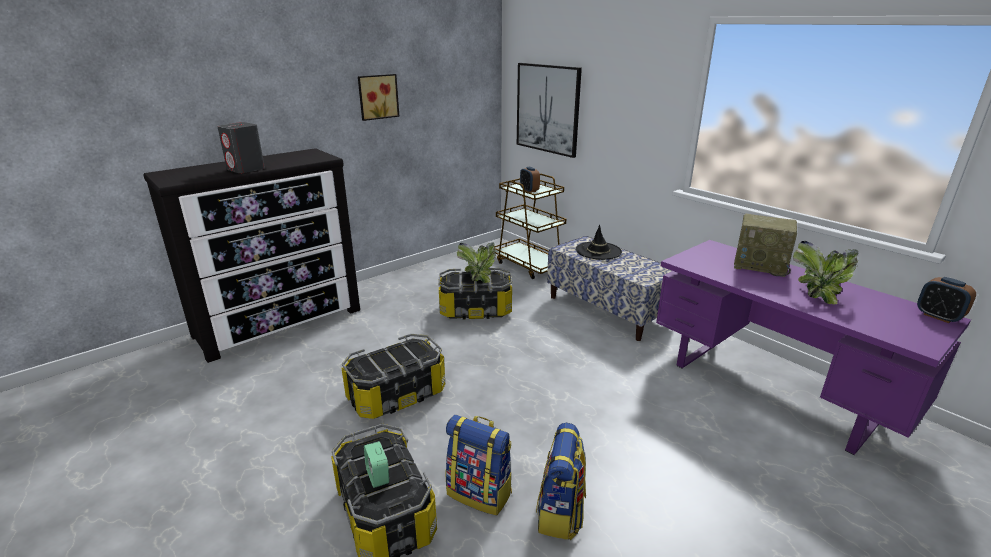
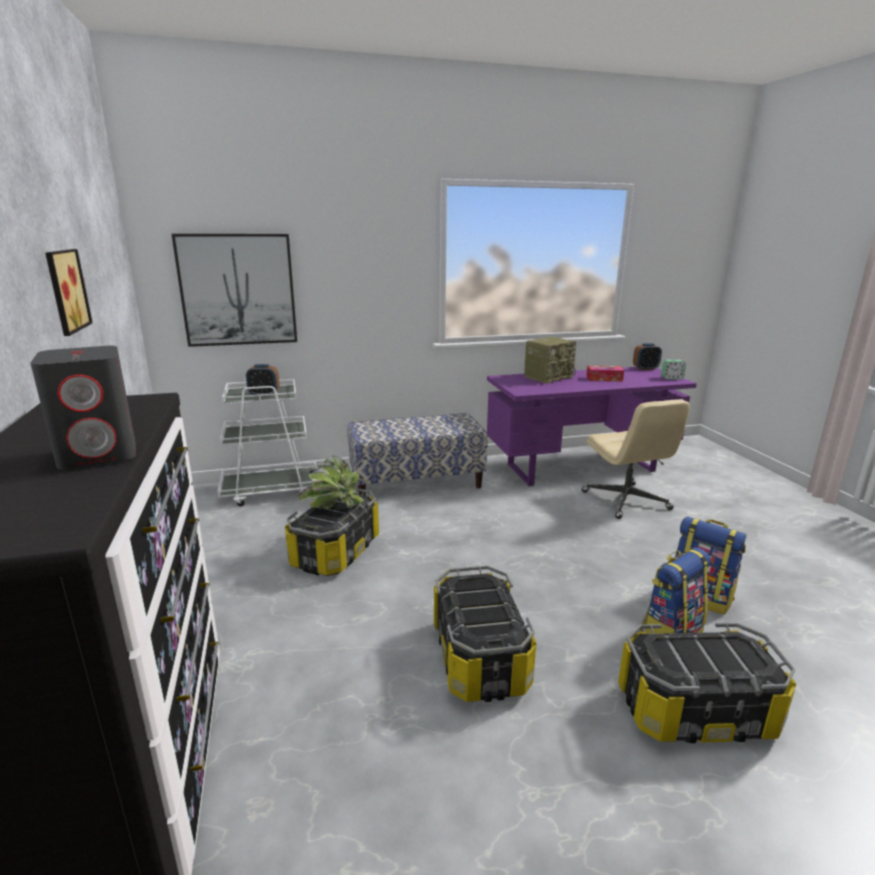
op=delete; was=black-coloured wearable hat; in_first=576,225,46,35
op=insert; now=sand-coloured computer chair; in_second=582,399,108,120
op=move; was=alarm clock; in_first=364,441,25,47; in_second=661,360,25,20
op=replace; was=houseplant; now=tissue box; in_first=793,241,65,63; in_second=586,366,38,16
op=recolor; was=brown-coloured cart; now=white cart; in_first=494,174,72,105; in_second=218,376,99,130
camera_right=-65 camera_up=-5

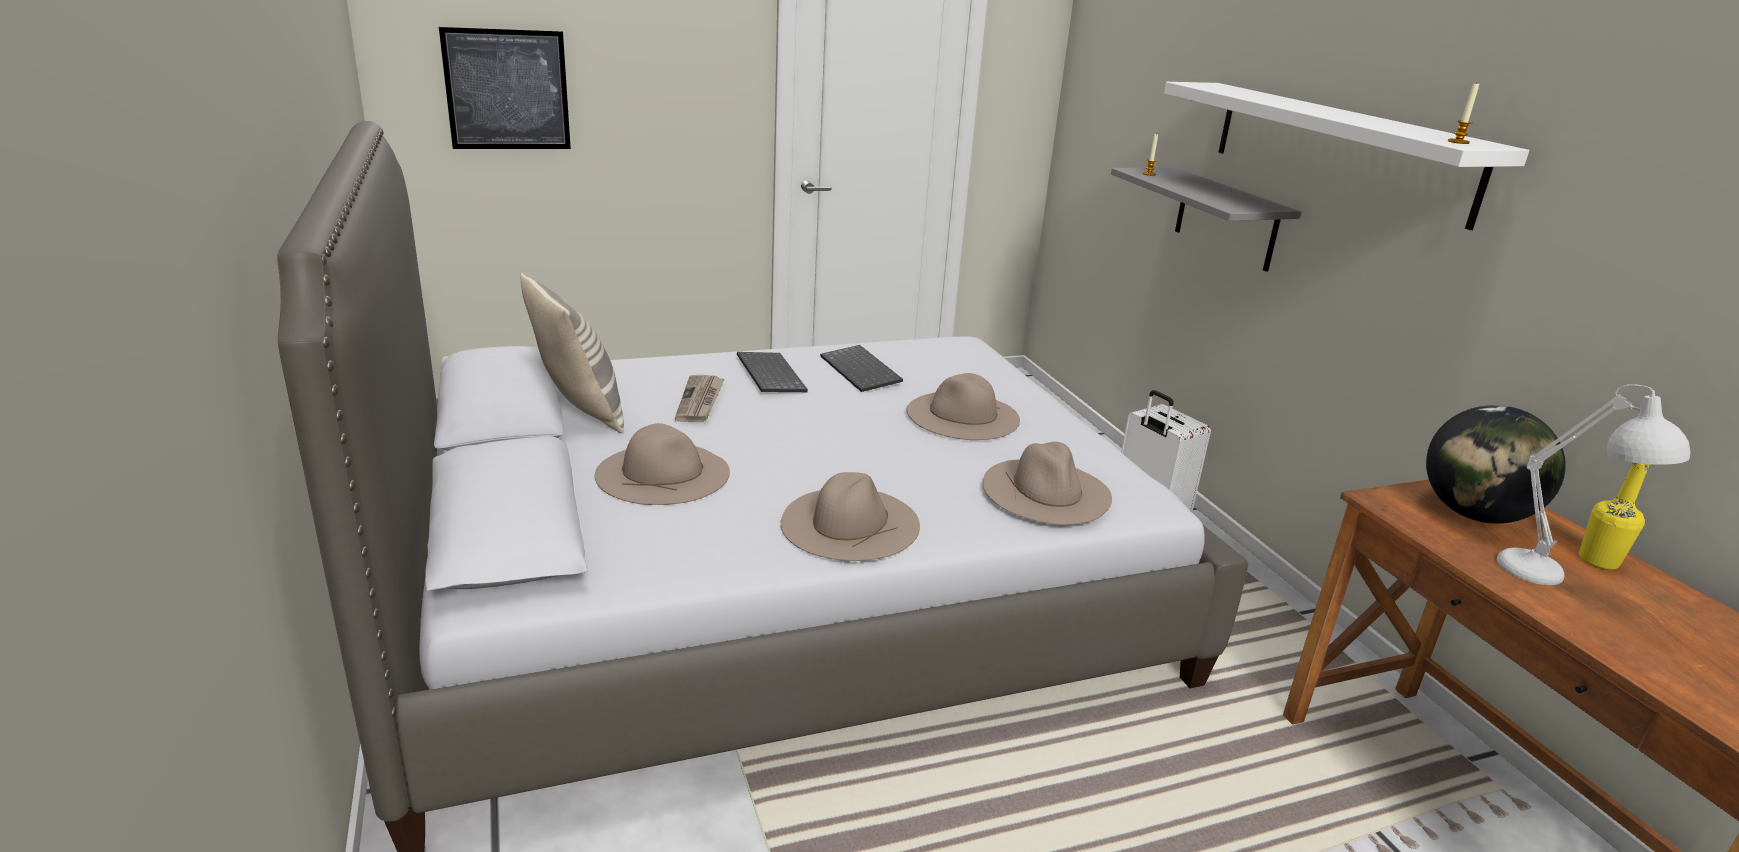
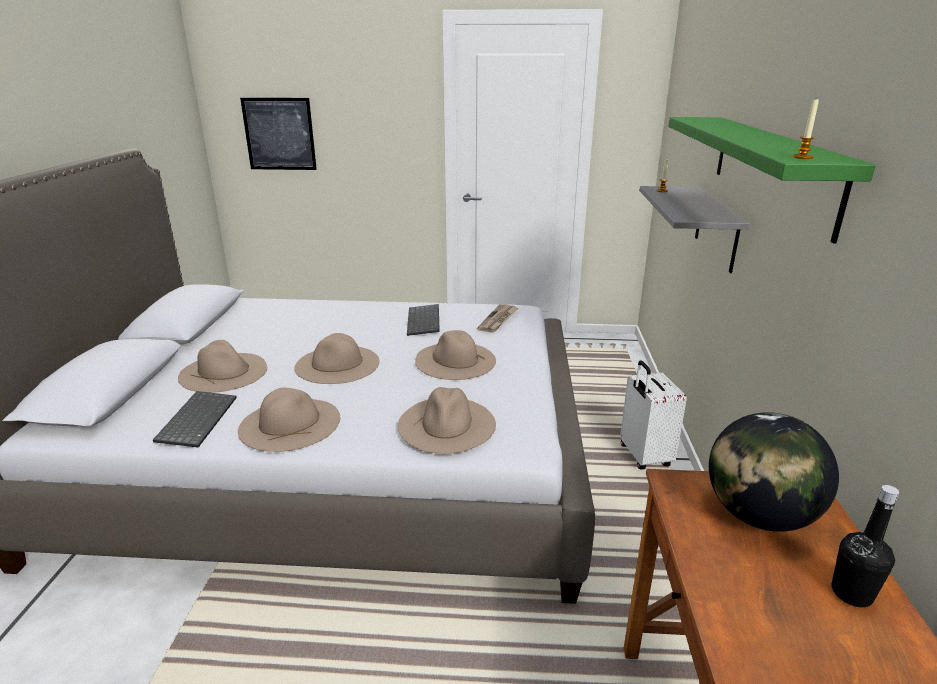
op=delete; was=pillow; in_first=520,273,104,160
op=delete; was=white table lamp; in_first=1496,384,194,201
op=insert; now=sand-coloured wearable hat; in_second=294,333,85,51
op=move; was=printed paper; in_first=675,375,49,47; in_second=477,304,42,29
op=move; was=computer keyboard; in_first=737,352,71,40; in_second=153,391,84,56
op=recolor; was=white wall shelf; now=green wall shelf; in_first=1164,82,365,148; in_second=668,117,208,127
op=recolor; was=yellow-coloured beverage bottle; now=black-coloured beverage bottle; in_first=1579,463,71,107; in_second=831,485,69,122
camera_right=25 camera_up=0

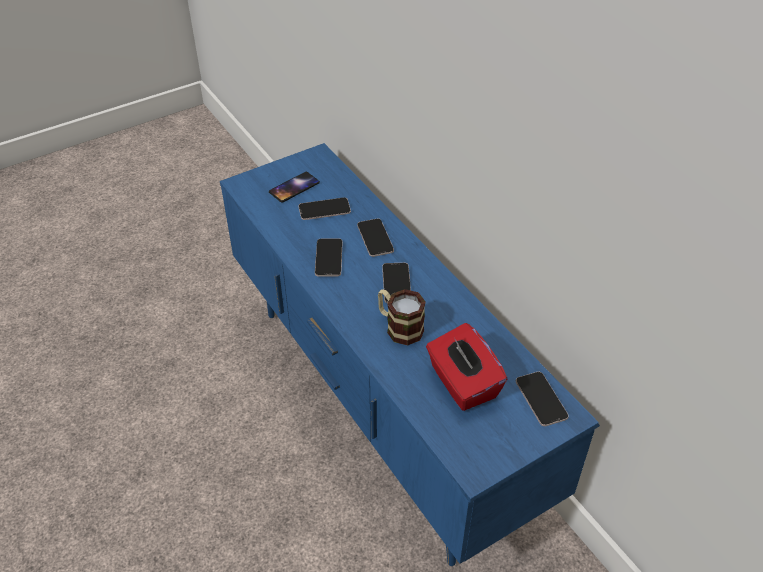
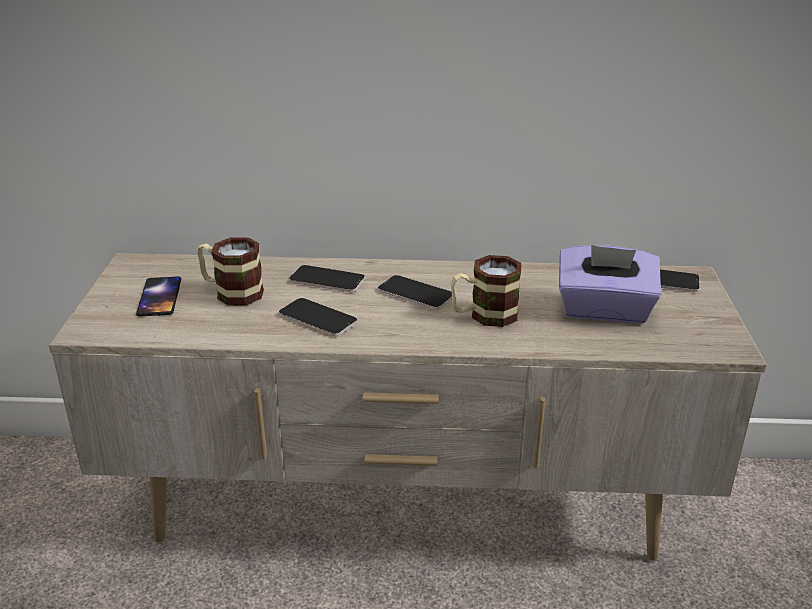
op=replace; was=phone; now=mug; in_first=298,197,53,23; in_second=197,238,67,67
op=recolor; was=blue tv stand; now=sand-coloured tv stand; in_first=220,143,380,423; in_second=49,253,718,308
op=recolor; was=reddish tissue box; now=purple tissue box; in_first=426,323,81,88; in_second=559,245,102,78
camera_right=-55 camera_up=-15

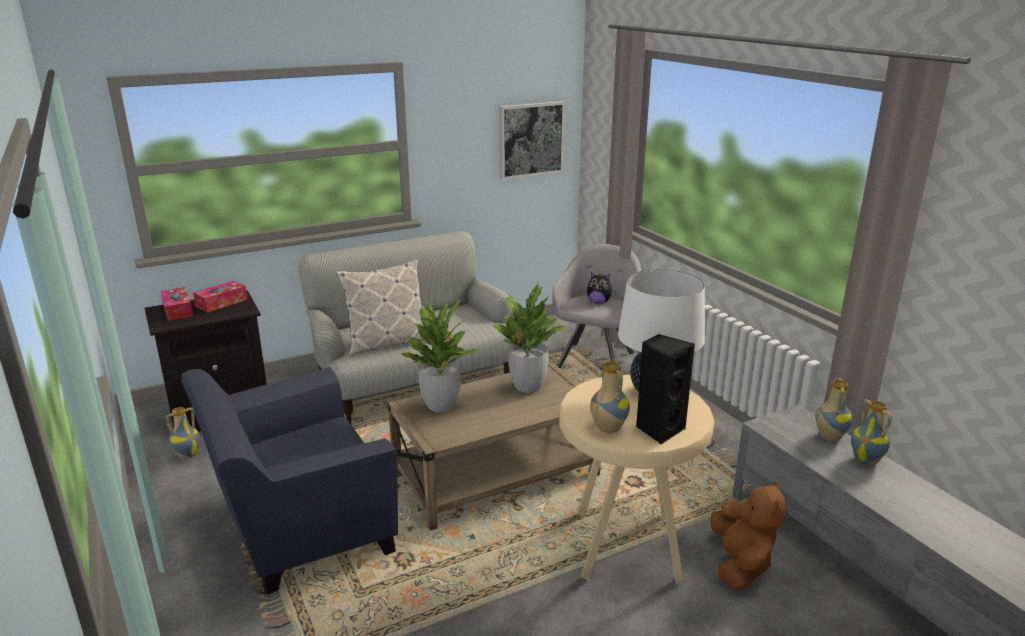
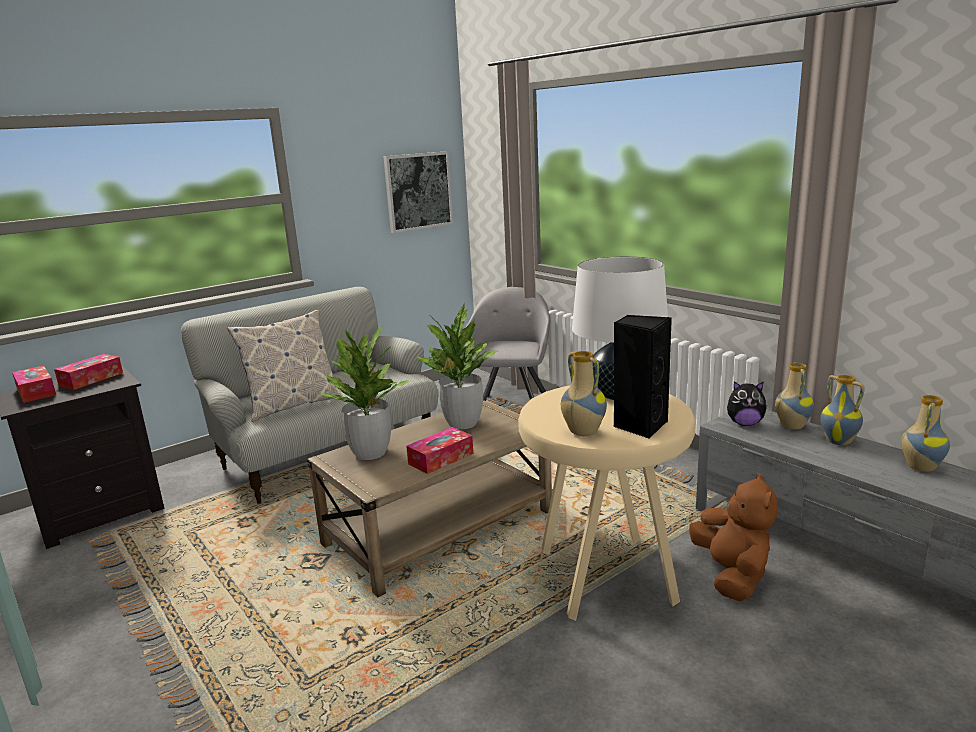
op=delete; was=blue easy chair; in_first=181,367,217,228
op=insert; now=tissue box; in_second=406,427,68,47
op=move; was=decorative vase; in_first=165,407,35,52; in_second=901,395,49,77
op=move; was=cuddly toy; in_first=587,272,29,32; in_second=727,381,40,45
camera_right=-10 camera_up=-5

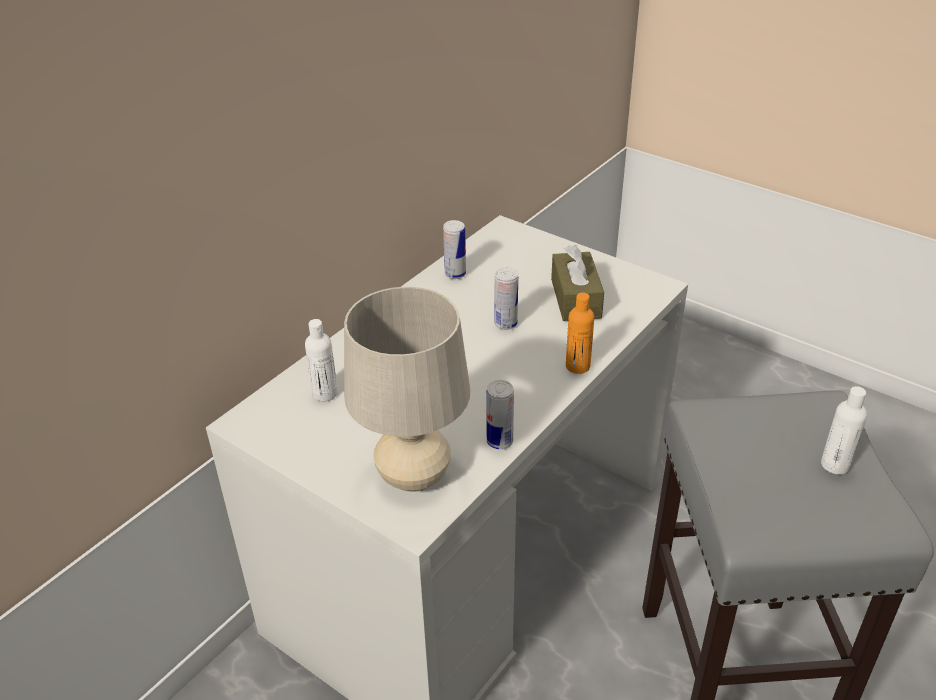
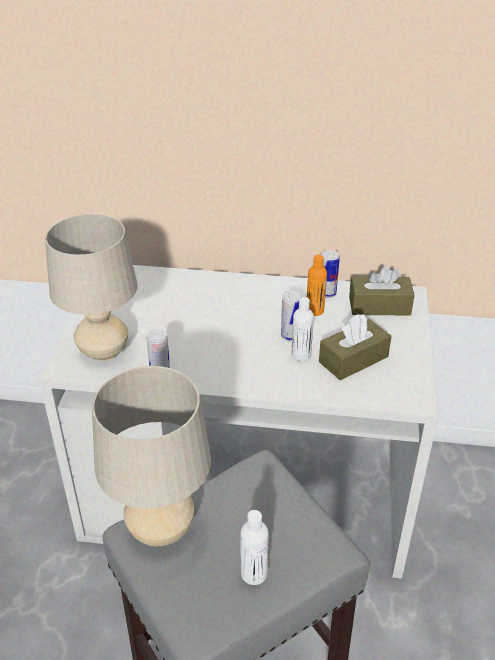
op=insert; now=sand-coloured table lamp; in_second=92,366,119,180
op=insert; now=brown-coloured tissue box; in_second=349,266,65,49
op=move; was=white beverage bottle; in_first=305,319,33,82; in_second=291,297,23,64
op=move; was=orangey beverage bottle; in_first=566,292,28,82; in_second=307,255,20,61
camera_right=60 camera_up=0

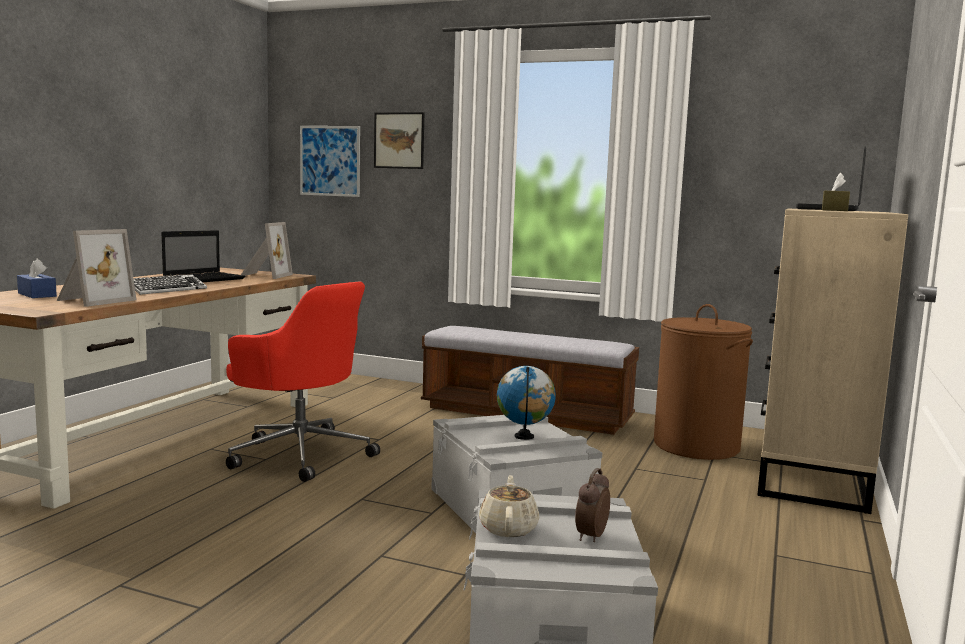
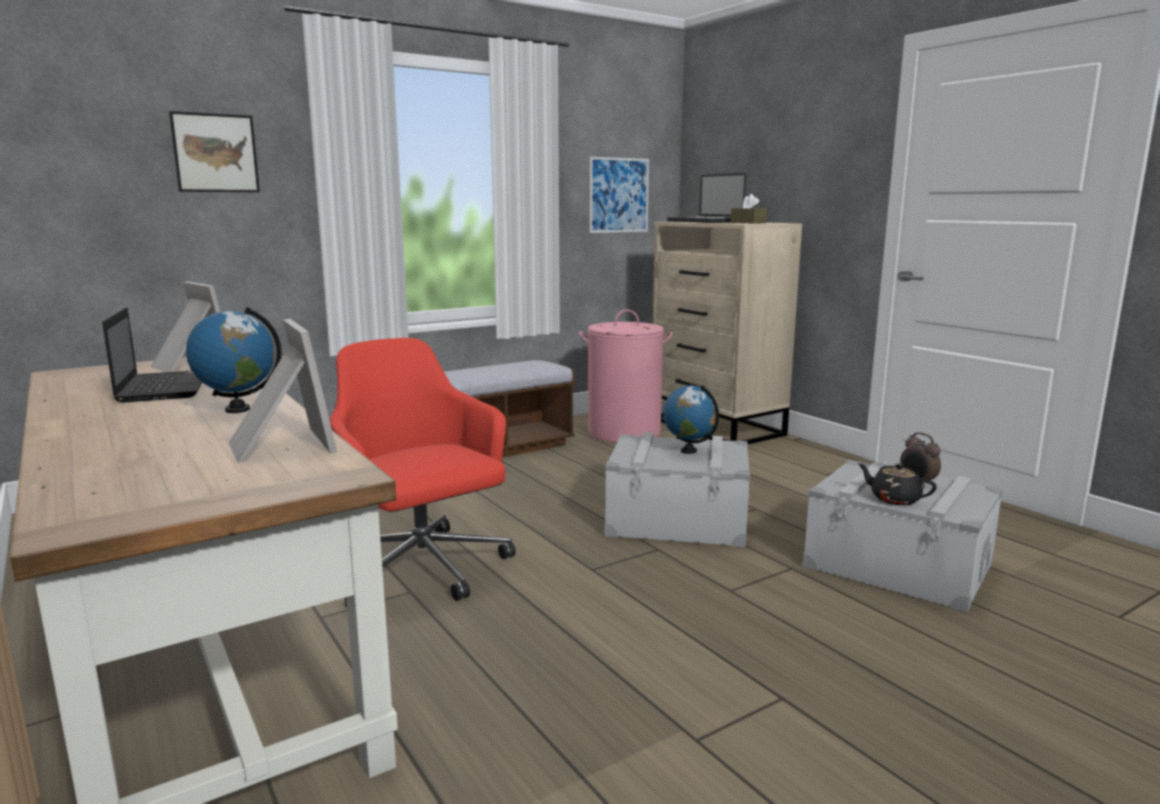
op=delete; was=blue tissue box; in_first=17,259,40,39
op=move; was=wall picture; in_first=300,126,60,71; in_second=589,157,60,76
op=replace; was=computer keyboard; now=desk globe; in_first=134,274,73,21; in_second=186,307,96,106
op=recolor; was=sand-coloured teapot; now=black-coloured teapot; in_first=479,475,60,62; in_second=857,463,80,42
op=recolor; was=brown-coloured hamper; now=pinkish hamper; in_first=654,304,99,156; in_second=579,309,94,134
op=rotate; was=reddish computer chair; in_first=226,282,154,200; in_second=330,338,186,270; clockwise=-105
camera_right=-55 camera_up=5

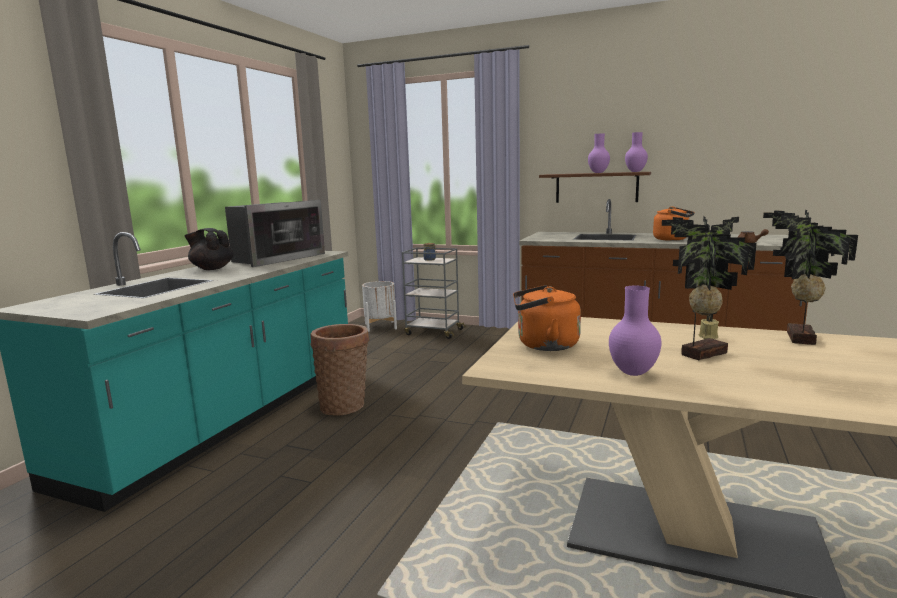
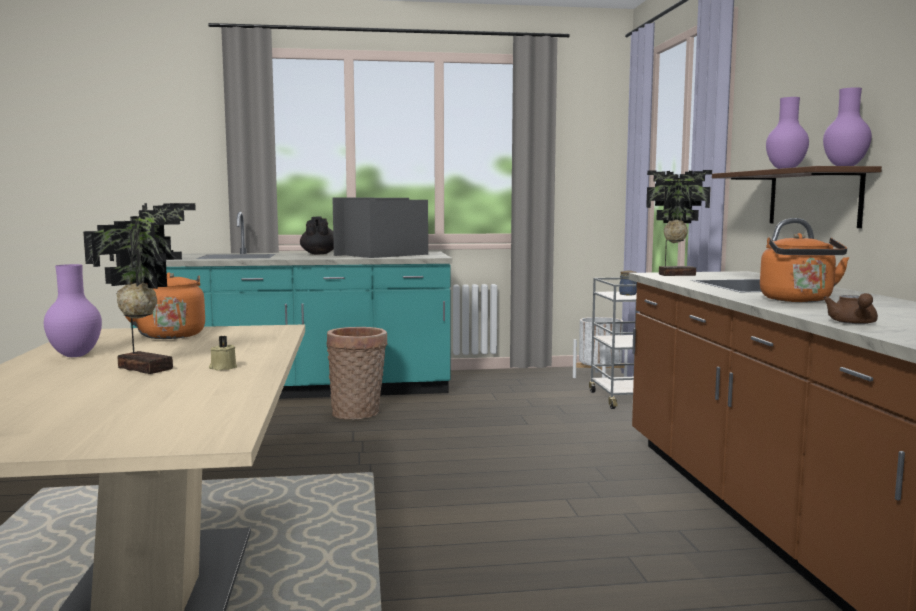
op=move; was=houseplant; in_first=763,210,95,135; in_second=646,170,66,106
op=rotate; was=microwave; in_first=225,200,100,67; in_second=332,198,96,60; clockwise=135
camera_right=60 camera_up=-5

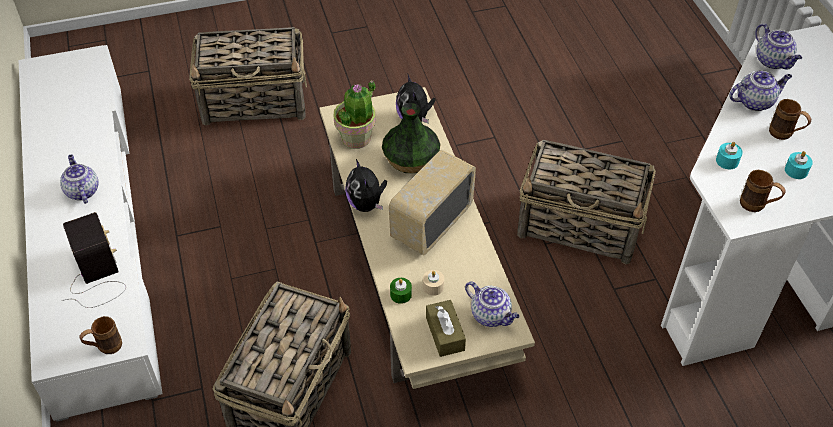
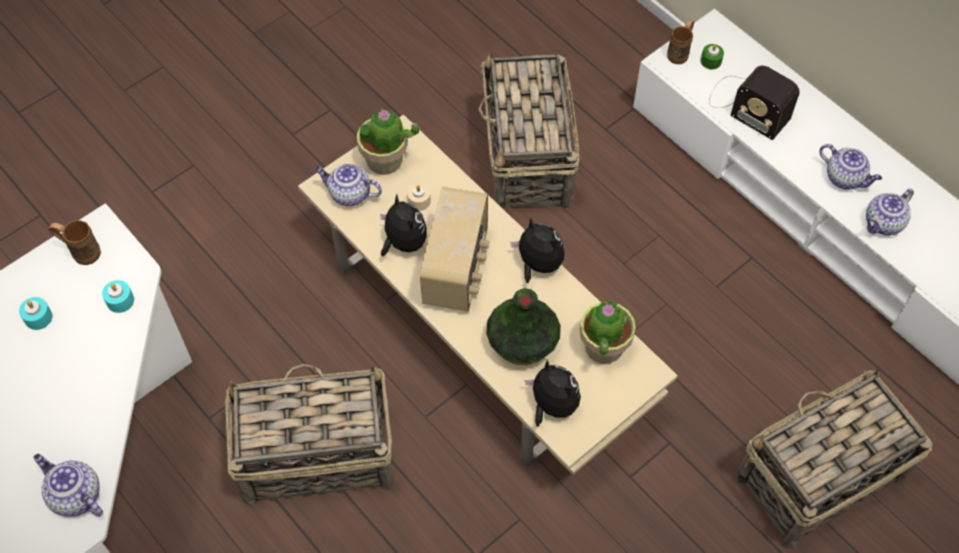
op=delete; was=brown-coloured mug; in_first=769,99,42,41
op=insert; now=cuddly toy; in_second=380,195,47,61
op=move; was=green wax light; in_first=390,278,22,26; in_second=701,44,23,25
op=move; was=teapot; in_first=729,70,63,41; in_second=866,188,48,48
op=replace; was=brown-coloured tissue box; now=houseplant; in_first=426,300,40,57; in_second=357,108,62,67
camera_right=155 camera_up=10

